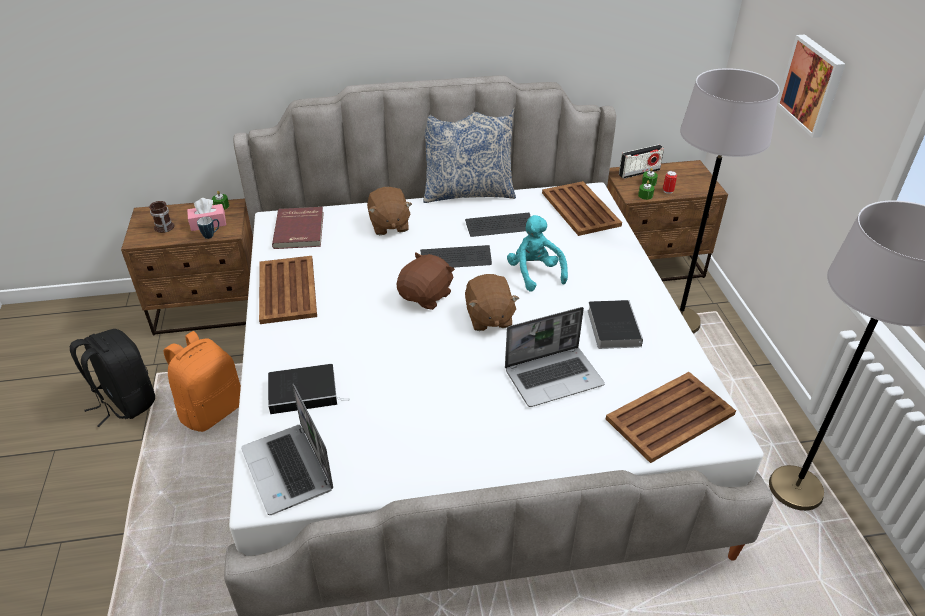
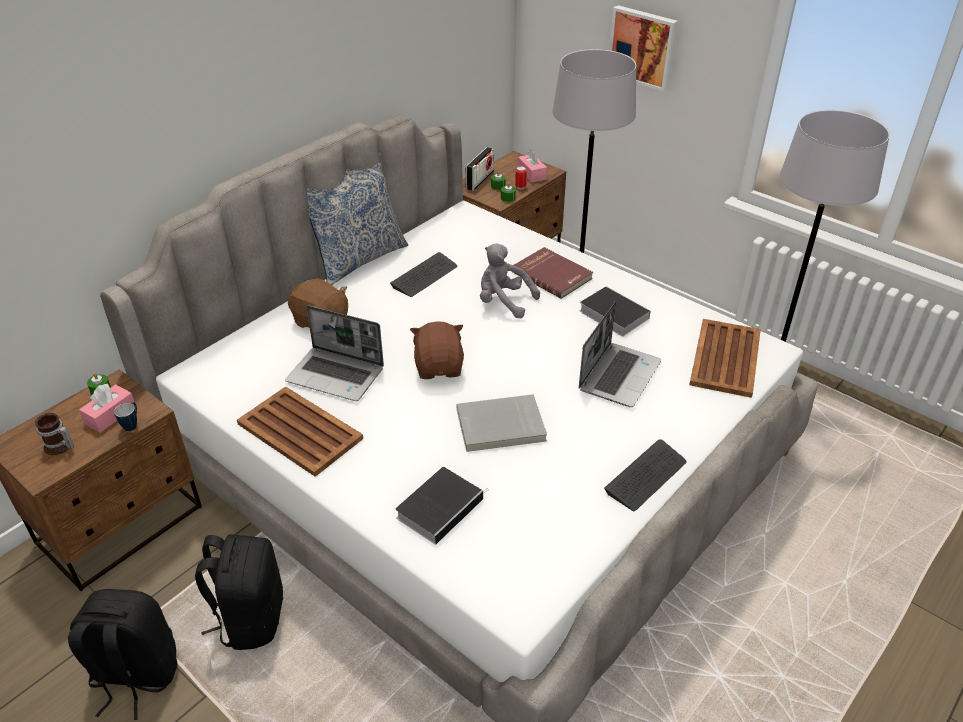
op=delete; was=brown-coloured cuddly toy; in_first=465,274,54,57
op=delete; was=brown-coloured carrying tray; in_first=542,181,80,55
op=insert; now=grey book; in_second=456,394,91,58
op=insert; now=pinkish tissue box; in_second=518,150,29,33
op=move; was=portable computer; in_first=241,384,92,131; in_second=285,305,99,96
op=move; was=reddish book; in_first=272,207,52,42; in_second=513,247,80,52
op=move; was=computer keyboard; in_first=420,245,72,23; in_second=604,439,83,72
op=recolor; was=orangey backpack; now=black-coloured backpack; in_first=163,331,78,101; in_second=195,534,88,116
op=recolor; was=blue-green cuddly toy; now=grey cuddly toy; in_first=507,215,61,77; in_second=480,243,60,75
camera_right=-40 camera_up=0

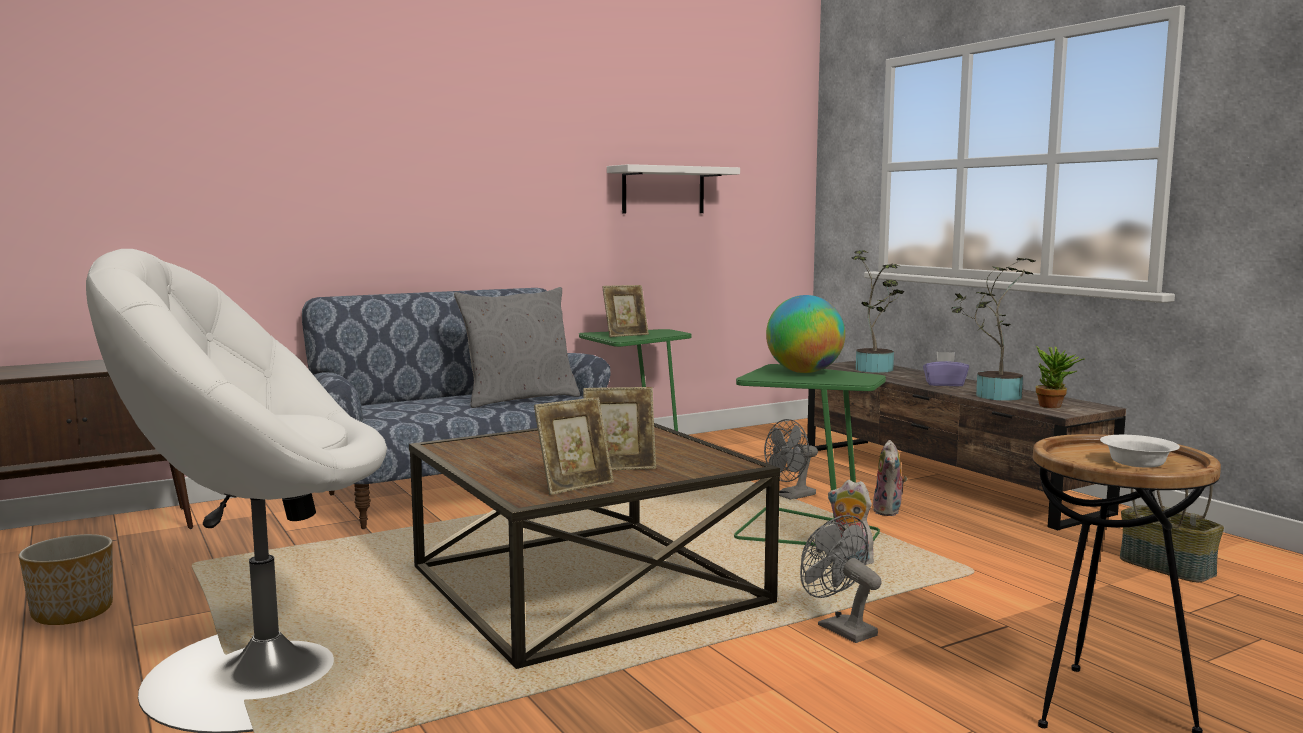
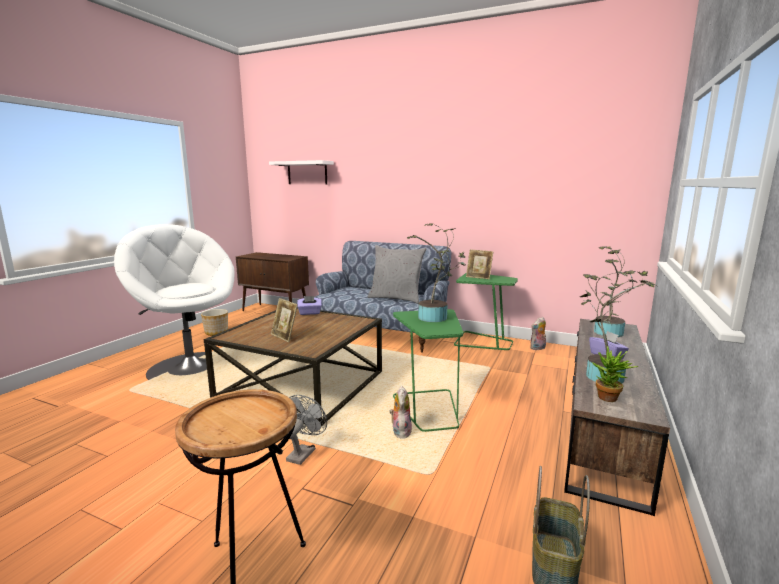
op=delete; was=standing frame; in_first=534,397,80,98
op=delete; was=grey fan; in_first=764,419,54,81
op=delete; was=white serving bowl; in_first=1100,435,80,33
op=insert; now=purple tissue box; in_second=297,296,25,19
op=move; was=white wall shelf; in_first=607,164,133,49; in_second=269,160,65,24
op=move; was=cuddly toy; in_first=873,440,34,76; in_second=530,317,16,33
op=replace; was=desk globe; now=houseplant; in_first=766,295,79,78; in_second=407,223,59,99
camera_right=55 camera_up=5

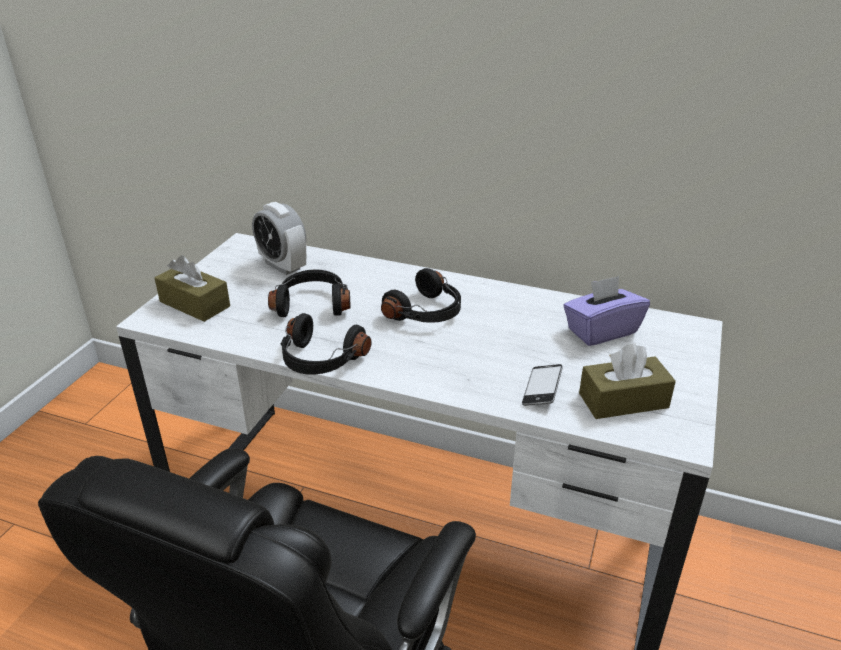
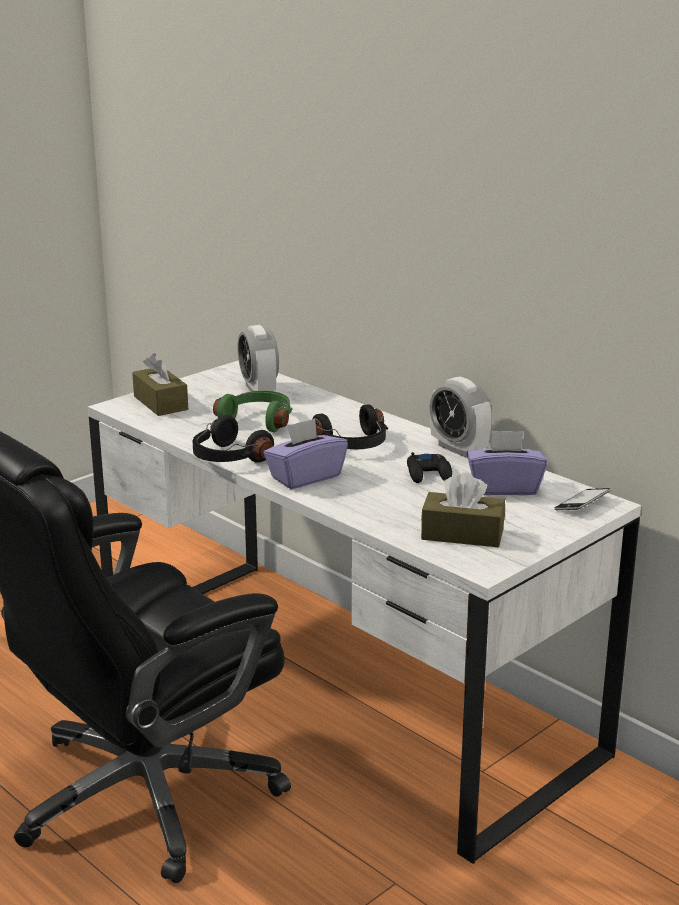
op=insert; now=purple tissue box; in_second=264,418,84,71
op=insert; now=black-coloured joypad; in_second=407,452,45,31
op=insert; now=alarm clock; in_second=429,377,63,81
op=move; was=phone; in_first=522,364,41,42; in_second=555,488,56,22
op=recolor; was=black-coloured headset; now=green headset; in_first=268,269,83,48; in_second=213,391,79,41
camera_right=25 camera_up=-10

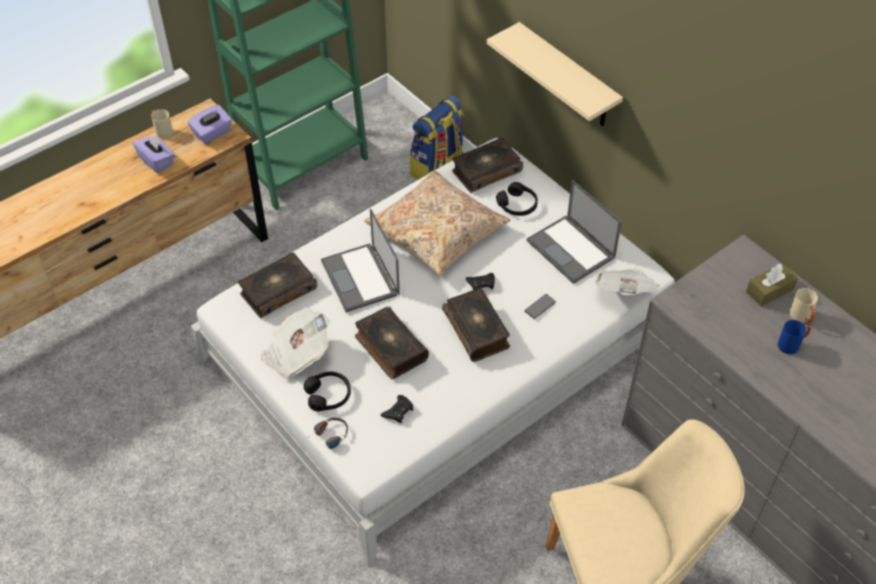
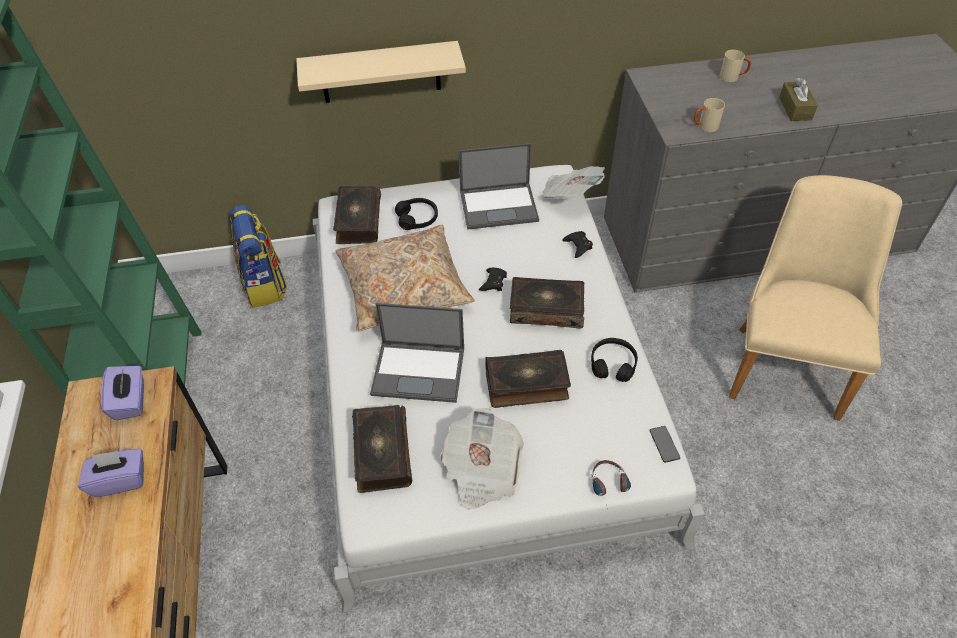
op=delete; was=blue mug; in_first=778,320,33,34
op=move; was=sand-coloured mug; in_first=151,109,22,30; in_second=694,98,31,34
op=move; was=black-coloured headset; in_first=304,371,47,40; in_second=591,338,47,44
op=move; was=black-coloured joypad; in_first=380,395,33,28; in_second=562,231,31,27
op=move; was=phone; in_first=524,294,32,25; in_second=649,426,31,37
op=move; was=brown-coloured tissue box; in_first=746,263,52,44; in_second=779,78,39,43
camera_right=-60 camera_up=0

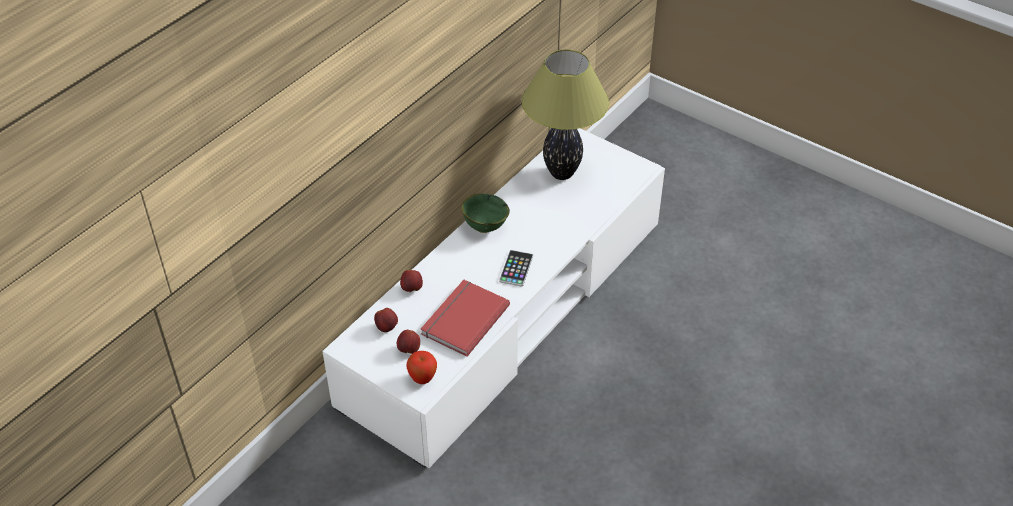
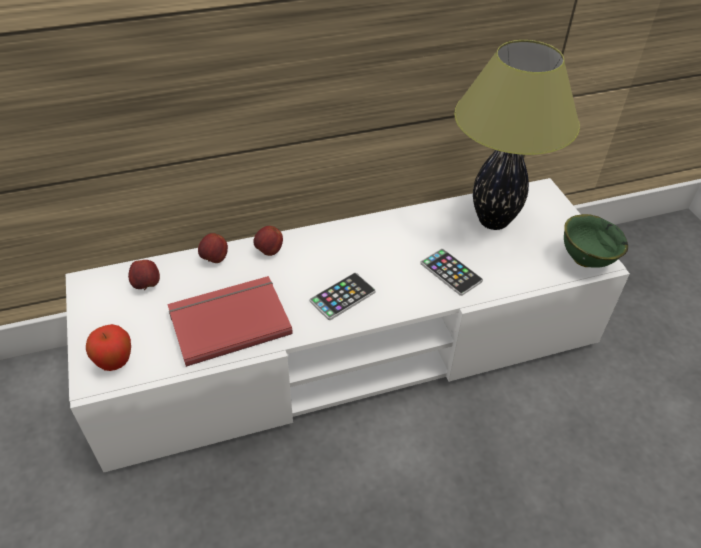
op=insert; now=phone; in_second=420,248,63,48
op=move; was=apple fruit; in_first=397,330,23,24; in_second=253,226,30,30
op=move; was=green serving bowl; in_first=461,194,49,39; in_second=564,214,64,54
camera_right=35 camera_up=0

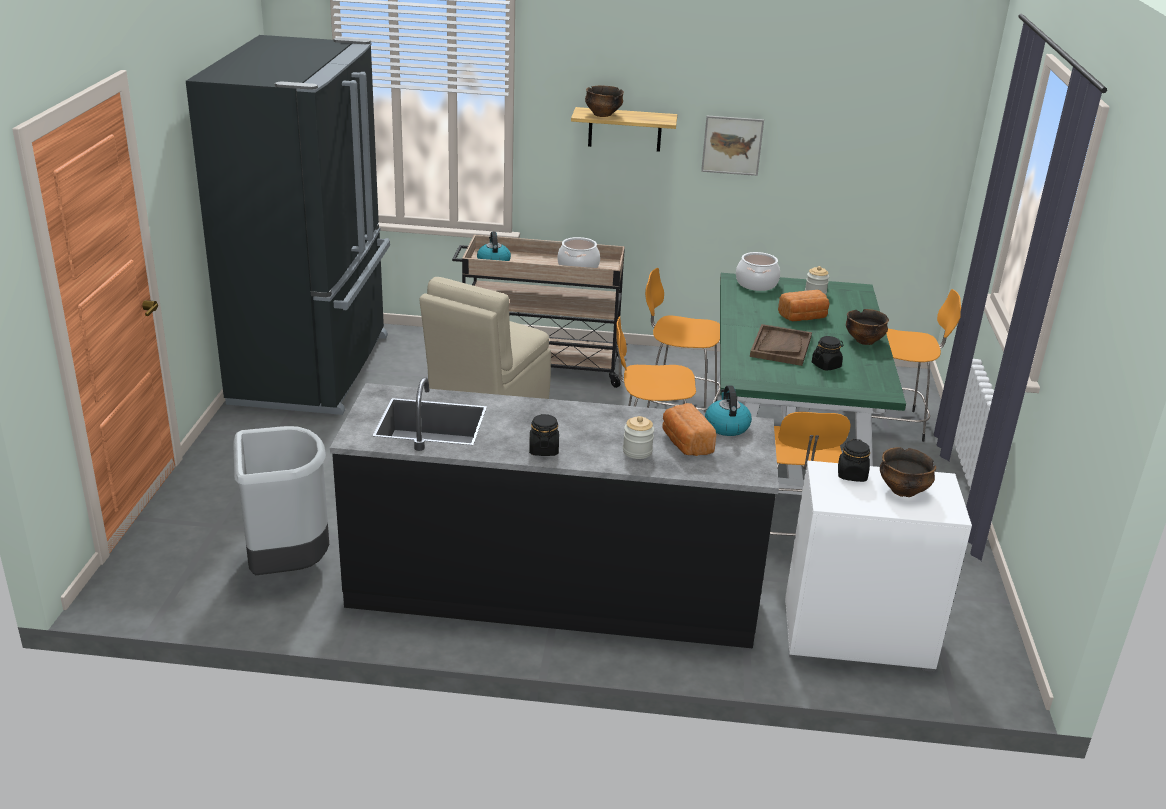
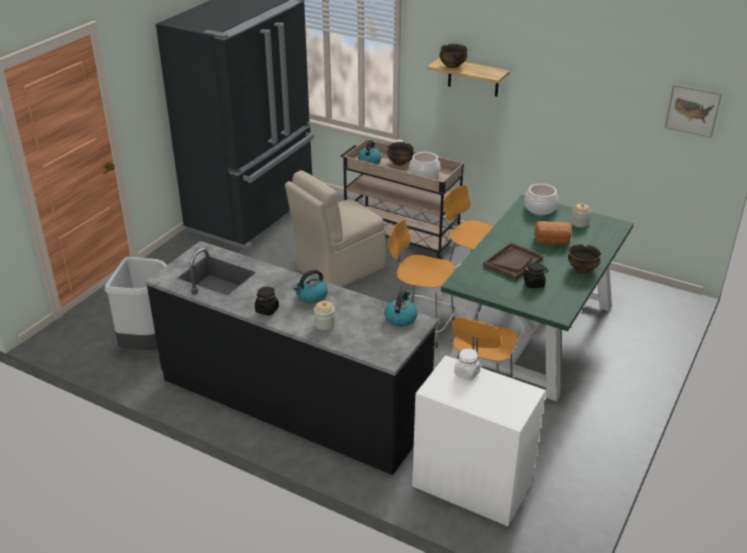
op=delete; was=bakery bread; in_first=663,403,53,53
op=delete; was=orangey stool seat; in_first=872,289,89,153
op=insert; now=tea kettle; in_second=293,269,35,35
op=move; was=wall picture; in_first=701,116,63,60; in_second=665,84,57,54
op=move; was=serving bowl; in_first=880,447,56,50; in_second=387,142,27,24
op=recolor; was=black-coloured jar; now=white jar; in_first=838,439,32,43; in_second=454,348,26,33
camera_right=25 camera_up=5

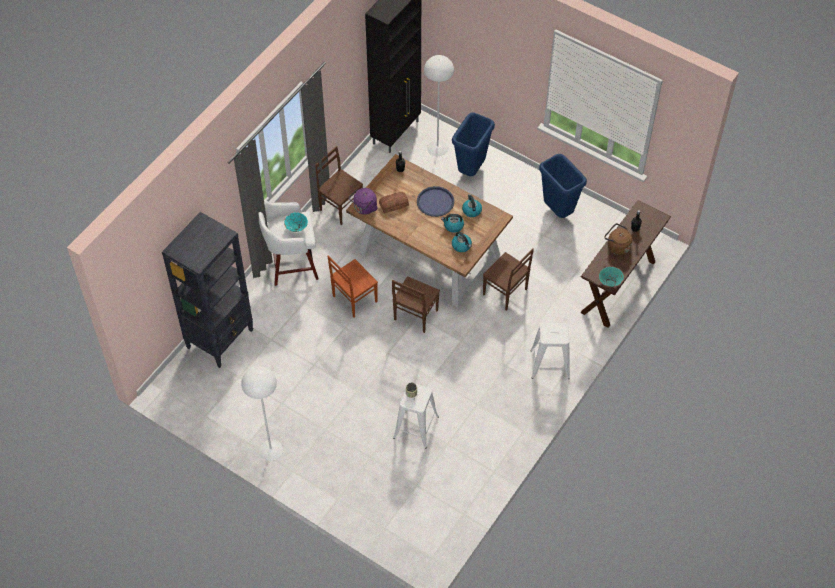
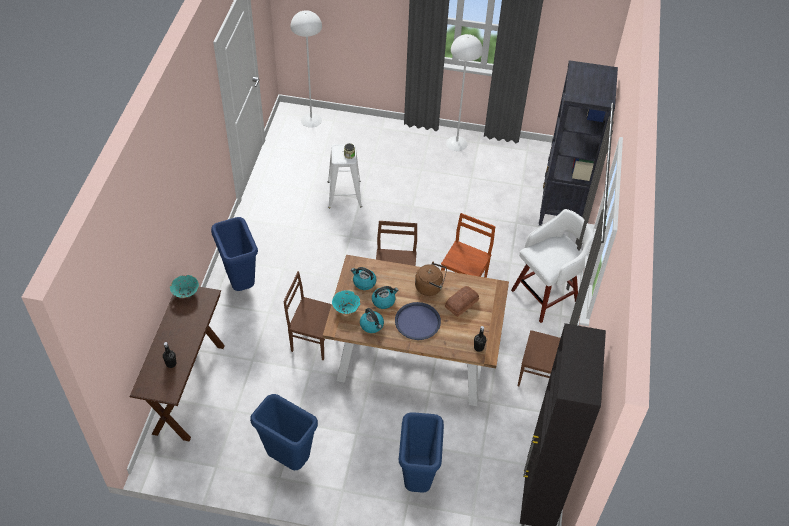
op=delete; was=purple tea kettle; in_first=349,188,28,27
op=move; was=blue-green serving bowl; in_first=284,212,24,20; in_second=332,291,28,23
op=move; was=white floor lamp; in_first=424,55,30,101; in_second=291,10,31,118
op=move; was=brown-coloured tea kettle; in_first=604,223,28,32; in_second=415,262,32,34
op=replace; was=white stool seat; now=blue trash can; in_first=530,323,40,56; in_second=211,217,47,74
camera_right=155 camera_up=-5

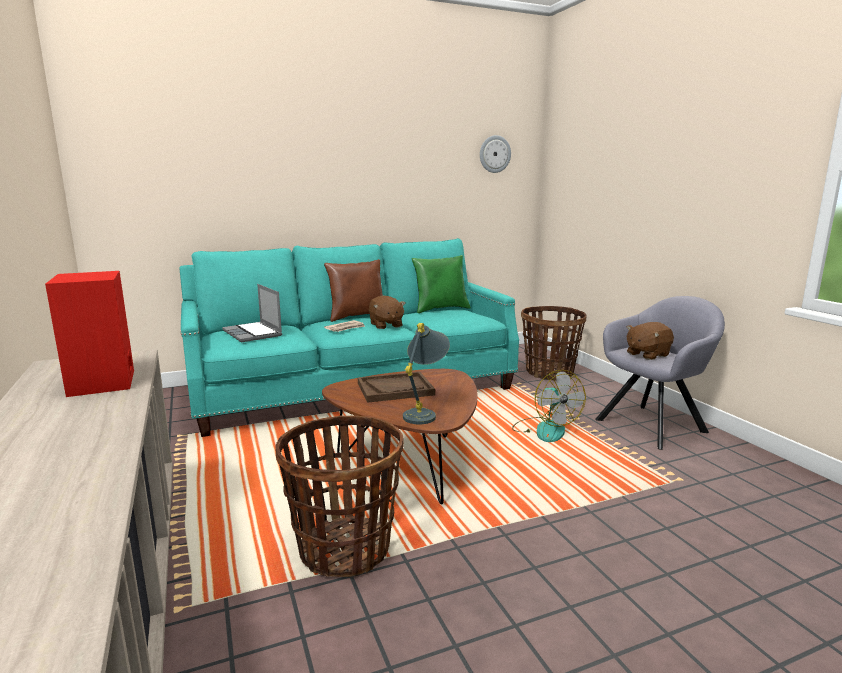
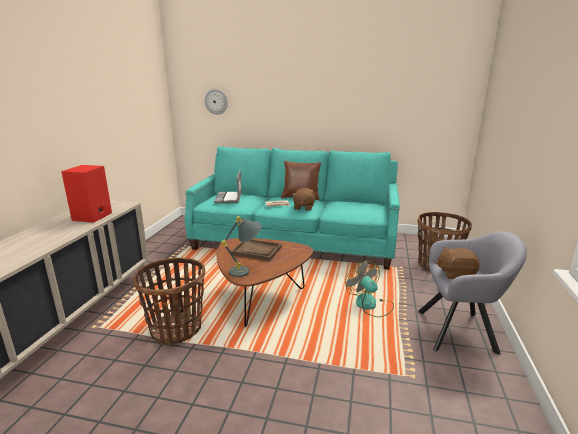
op=delete; was=green pillow; in_first=412,255,59,58
op=move; was=hanging clock; in_first=480,135,31,38; in_second=205,89,23,26
op=rotate; was=fan; in_first=512,370,74,72; in_second=345,261,49,56; clockwise=135
camera_right=35 camera_up=5

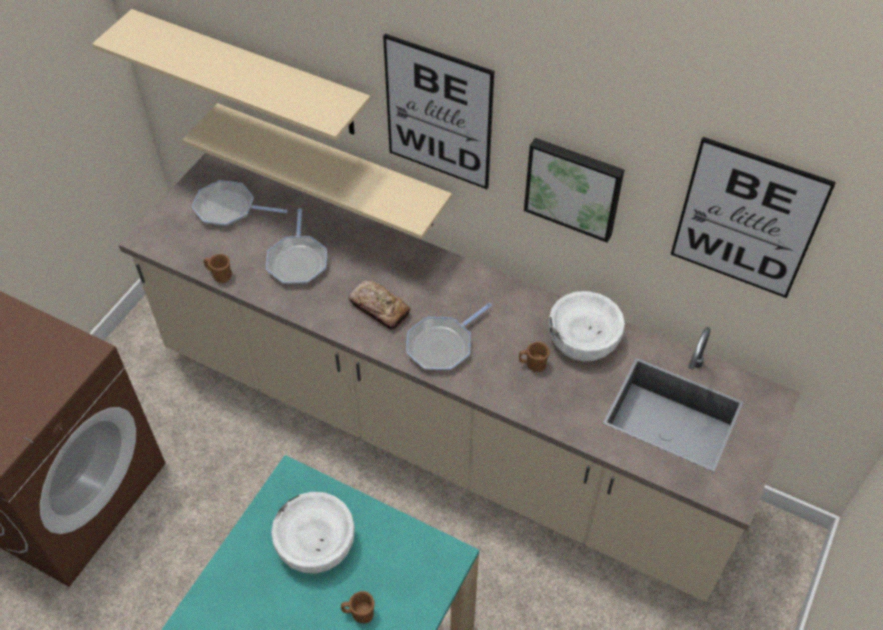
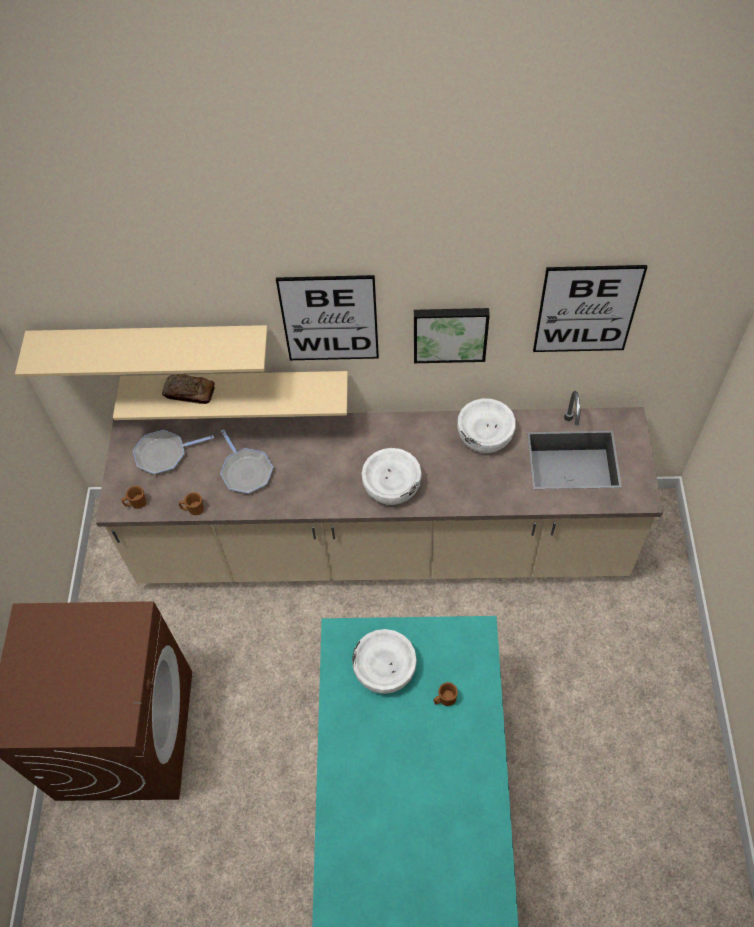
op=move; was=bakery bread; in_first=348,280,62,49; in_second=162,374,53,30
op=move; was=brown-coloured mug; in_first=519,342,31,30; in_second=122,486,25,23
op=replace; was=skillet; now=white serving bowl; in_first=406,303,86,68; in_second=362,448,60,57
camera_right=-25 camera_up=5

